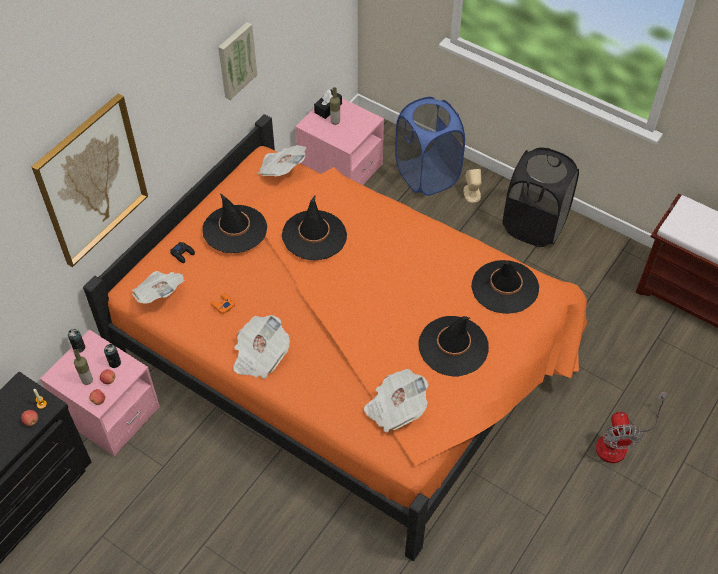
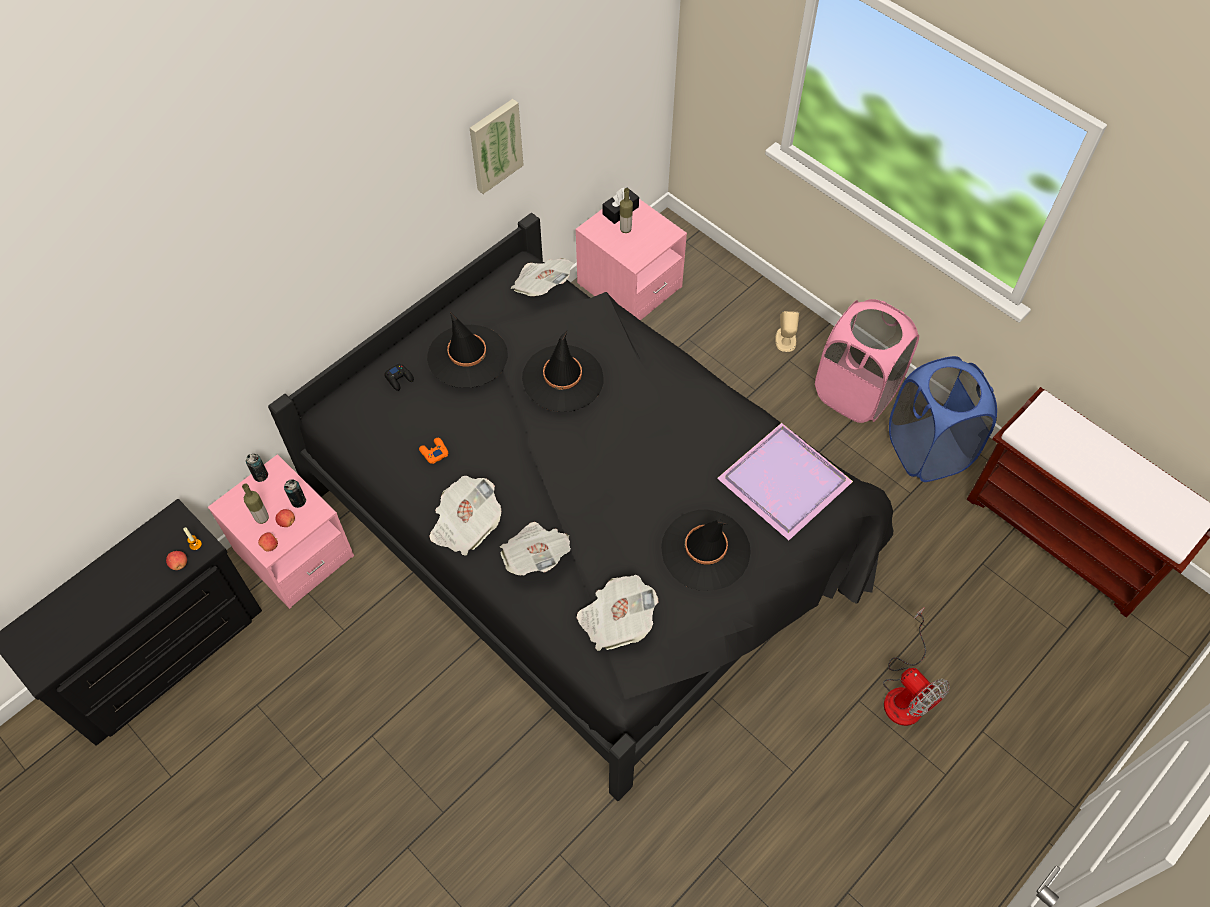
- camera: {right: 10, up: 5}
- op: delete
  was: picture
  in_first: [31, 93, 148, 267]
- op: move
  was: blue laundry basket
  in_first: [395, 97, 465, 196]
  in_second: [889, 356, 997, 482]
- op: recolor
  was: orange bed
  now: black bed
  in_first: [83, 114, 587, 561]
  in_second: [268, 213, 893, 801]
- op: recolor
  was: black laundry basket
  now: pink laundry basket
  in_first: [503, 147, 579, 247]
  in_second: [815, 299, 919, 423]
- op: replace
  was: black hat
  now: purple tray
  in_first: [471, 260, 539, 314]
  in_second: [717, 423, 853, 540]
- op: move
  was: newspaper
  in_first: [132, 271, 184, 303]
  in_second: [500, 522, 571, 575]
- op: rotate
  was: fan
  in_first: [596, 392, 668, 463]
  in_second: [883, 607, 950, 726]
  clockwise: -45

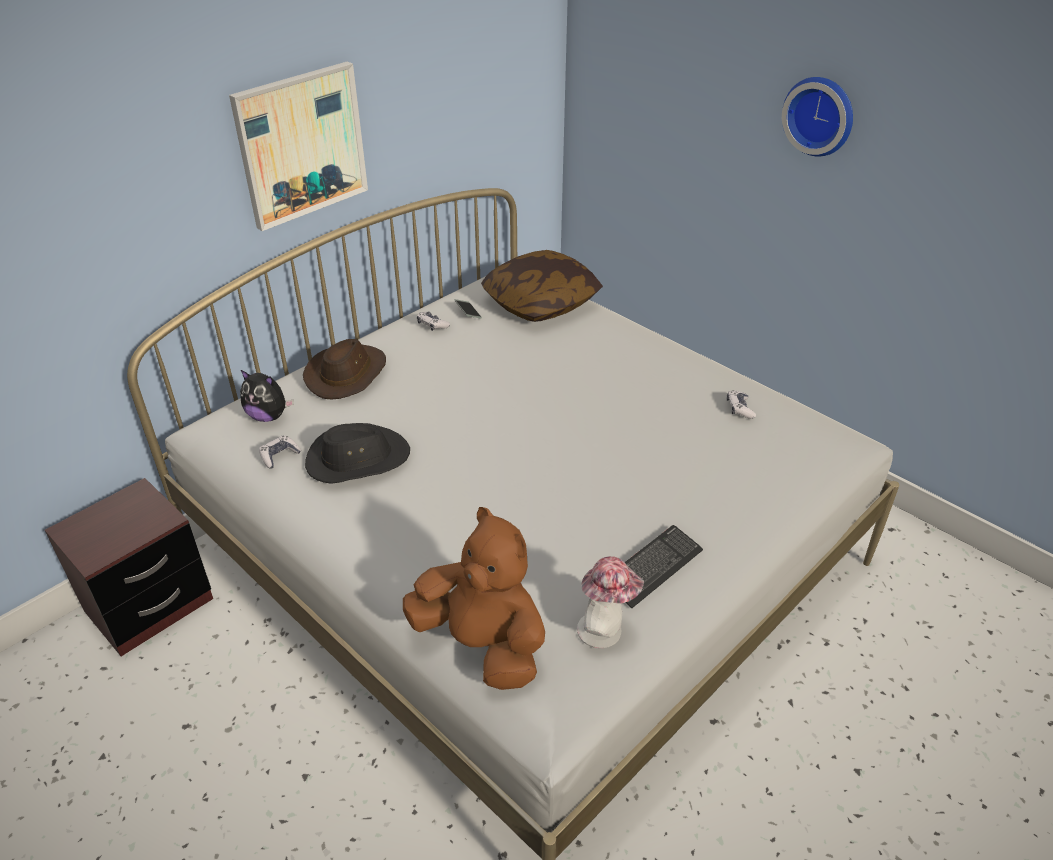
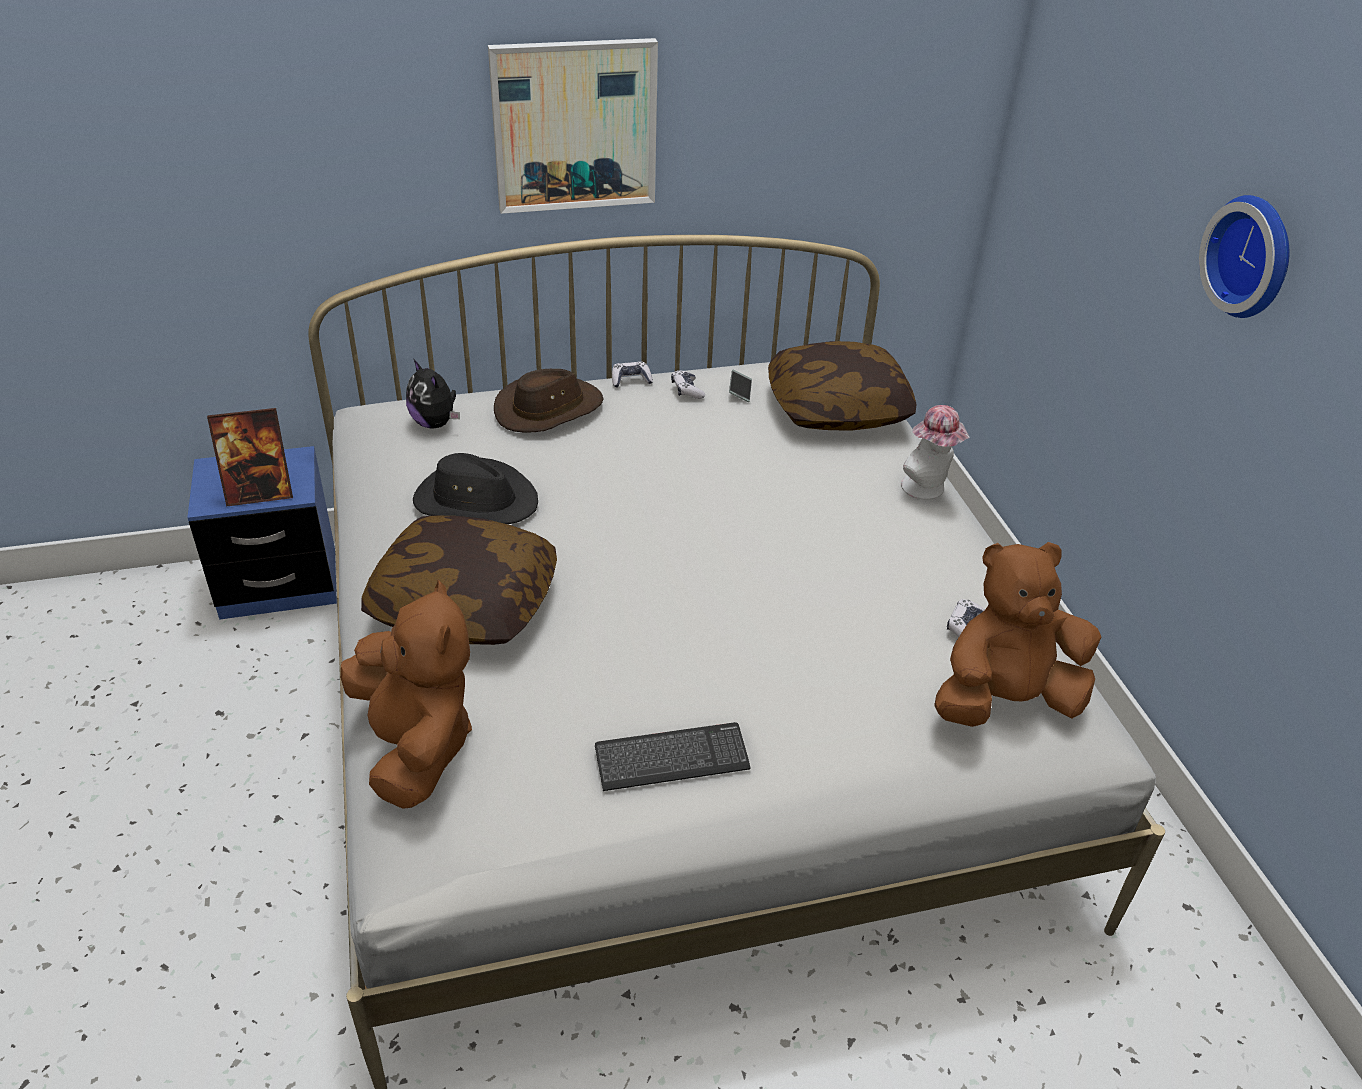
- camera: {right: 30, up: 0}
- op: move
  was: game controller
  in_first: [259, 435, 302, 469]
  in_second: [612, 361, 653, 388]
- op: recolor
  was: brown nightstand
  now: blue nightstand
  in_first: [45, 478, 213, 656]
  in_second: [187, 446, 337, 620]
- op: move
  was: hat
  in_first: [577, 556, 644, 648]
  in_second: [901, 405, 970, 500]
- op: insert
  now: picture frame
  in_second: [207, 408, 293, 507]
- op: insert
  now: pillow
  in_second: [361, 515, 557, 645]
- op: insert
  now: brown plush toy
  in_second: [934, 542, 1101, 727]

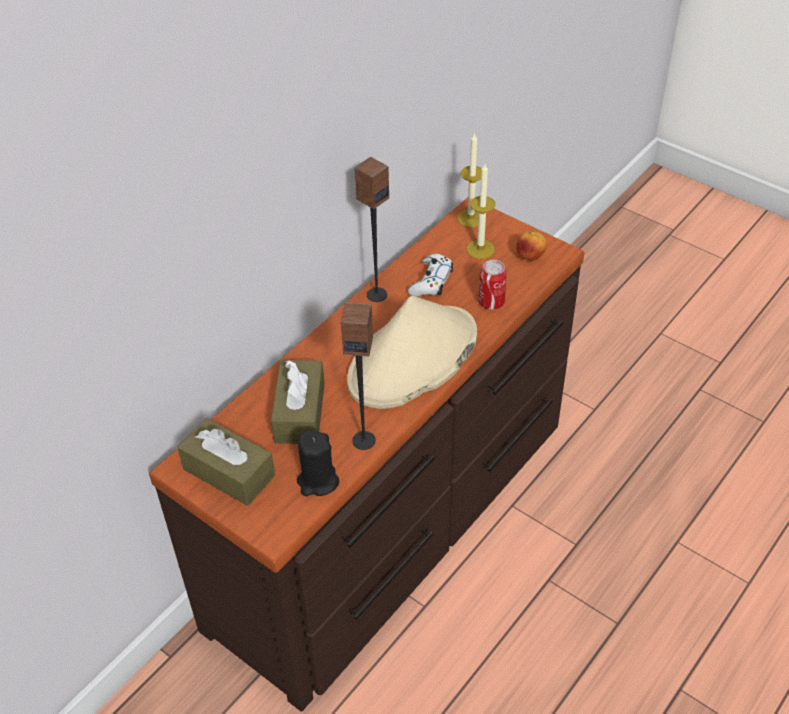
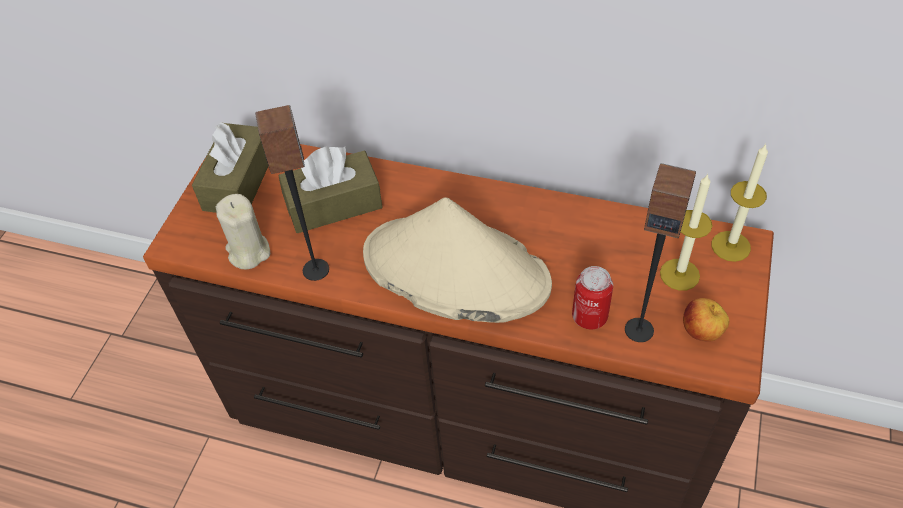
- camera: {right: 70, up: 5}
- op: move
  was: speaker
  in_first: [354, 157, 389, 302]
  in_second: [625, 163, 696, 342]
- op: delete
  was: white game controller
  in_first: [408, 254, 453, 296]
- op: recolor
  was: black candle
  now: beige candle
  in_first: [297, 431, 339, 496]
  in_second: [216, 194, 270, 269]

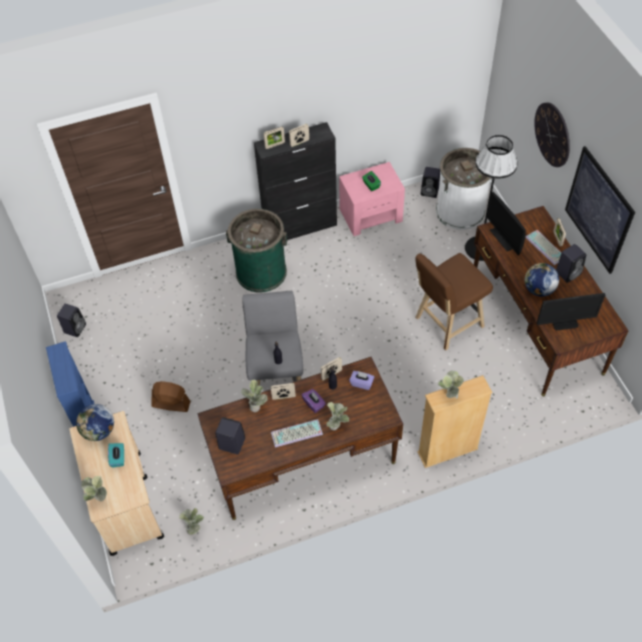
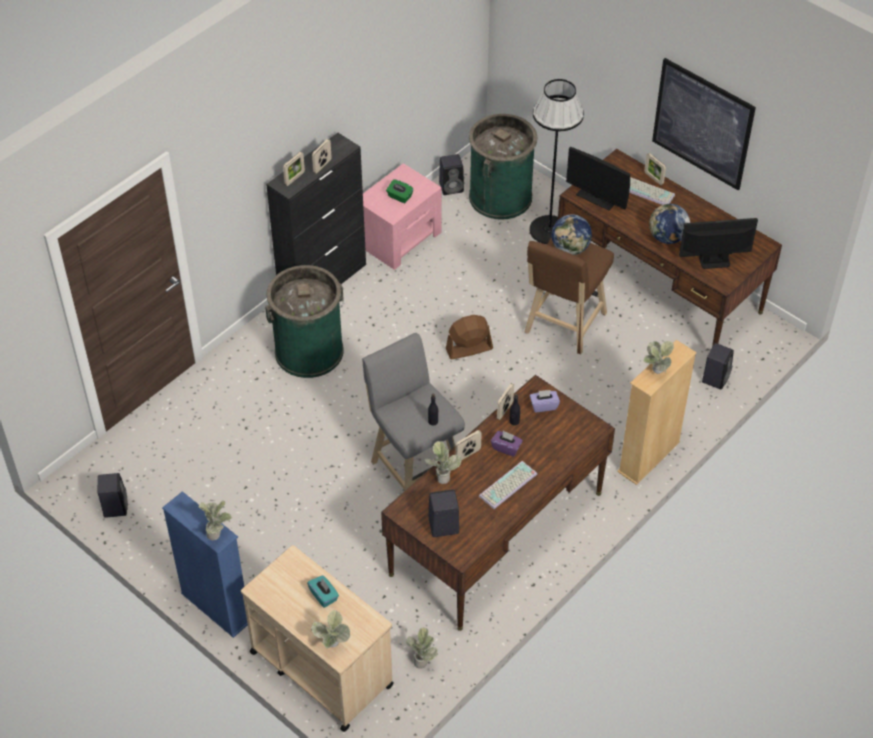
- camera: {right: -30, up: -5}
- op: delete
  was: wall clock
  in_first: [534, 102, 570, 167]
- op: recolor
  was: white trash can
  now: green trash can
  in_first: [436, 148, 491, 230]
  in_second: [469, 114, 537, 220]
- op: move
  was: black speaker
  in_first: [556, 244, 586, 283]
  in_second: [702, 343, 734, 390]
- op: rotate
  was: monitor
  in_first: [537, 293, 605, 330]
  in_second: [679, 218, 758, 269]
  clockwise: -150
- op: move
  was: brown fan
  in_first: [151, 381, 191, 412]
  in_second: [446, 315, 493, 359]
- op: move
  was: potted plant
  in_first: [327, 402, 349, 430]
  in_second: [199, 501, 232, 541]
- op: move
  was: globe
  in_first: [76, 404, 114, 441]
  in_second: [552, 214, 592, 255]

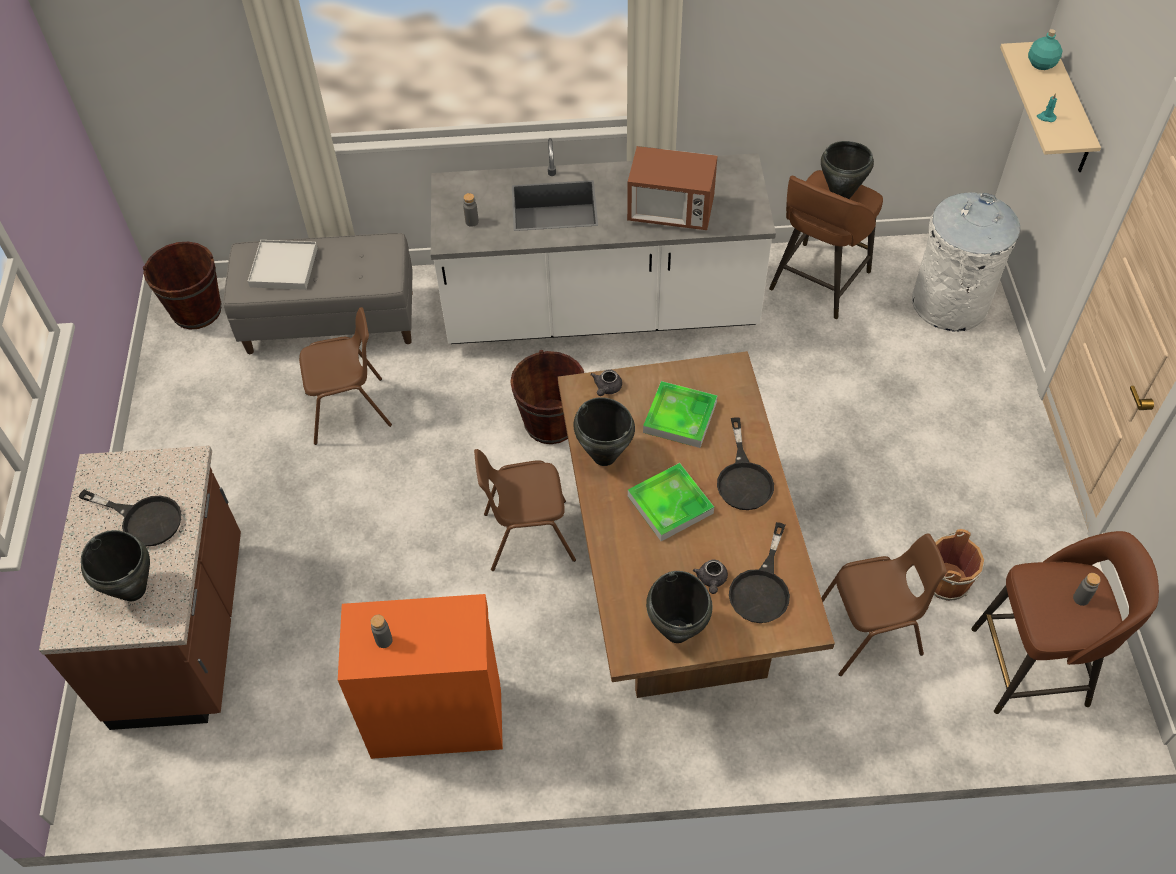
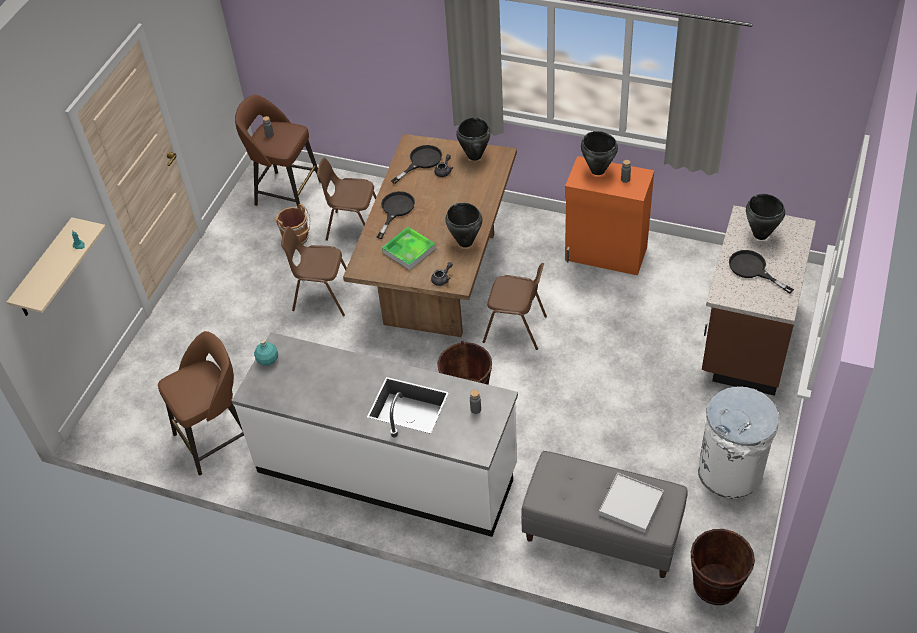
- camera: {right: -155, up: -5}
- op: move
  was: turquoise bottle
  in_first: [1028, 29, 1063, 70]
  in_second: [254, 340, 278, 366]
- op: move
  was: black cooking pot
  in_first: [821, 141, 874, 199]
  in_second: [581, 131, 618, 175]
- op: delete
  was: microwave
  in_first: [627, 146, 717, 230]
- op: move
  was: white trash can
  in_first: [912, 192, 1020, 332]
  in_second: [698, 386, 779, 499]
- op: move
  was: brown chair
  in_first: [299, 307, 392, 445]
  in_second: [281, 226, 347, 316]
- op: delete
  was: tray
  in_first: [628, 463, 714, 541]

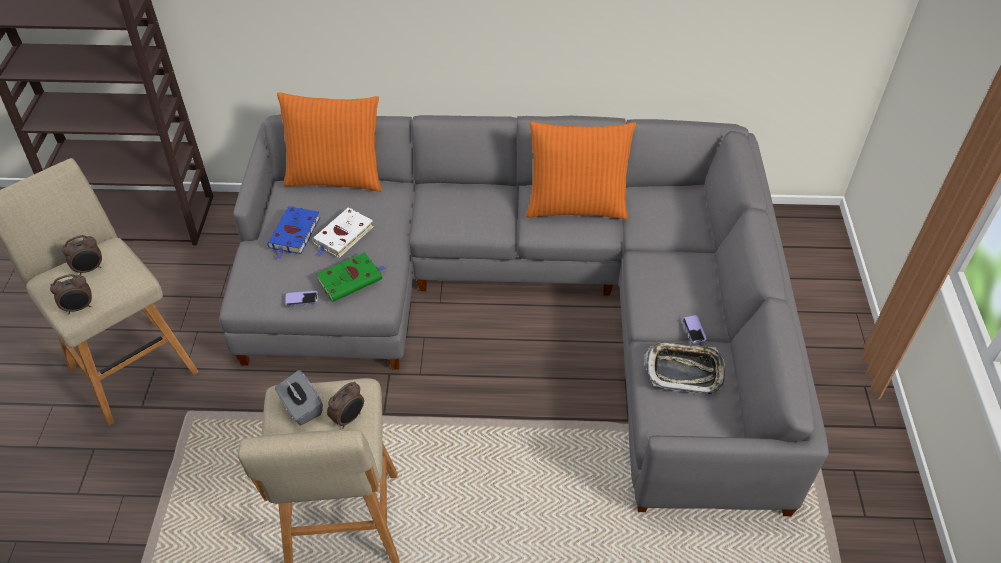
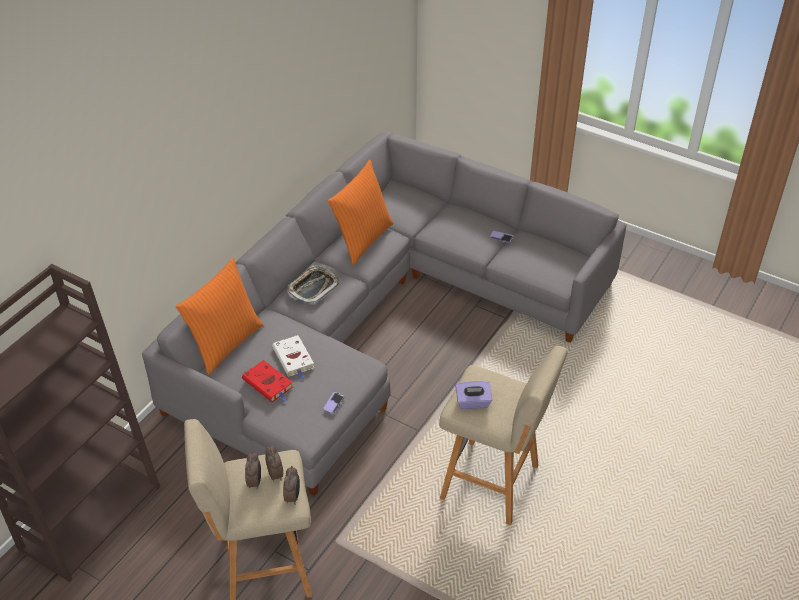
- camera: {right: -60, up: -5}
- op: recolor
  was: blue book
  now: red book
  in_first: [267, 206, 320, 259]
  in_second: [242, 360, 293, 402]
- op: delete
  was: green book
  in_first: [316, 252, 386, 302]
- op: move
  was: tray
  in_first: [644, 342, 726, 394]
  in_second: [287, 265, 340, 304]
- op: recolor
  was: grey tissue box
  now: purple tissue box
  in_first: [275, 370, 323, 425]
  in_second: [455, 381, 492, 409]
- op: move
  was: alarm clock
  in_first: [327, 382, 364, 429]
  in_second: [265, 444, 283, 482]

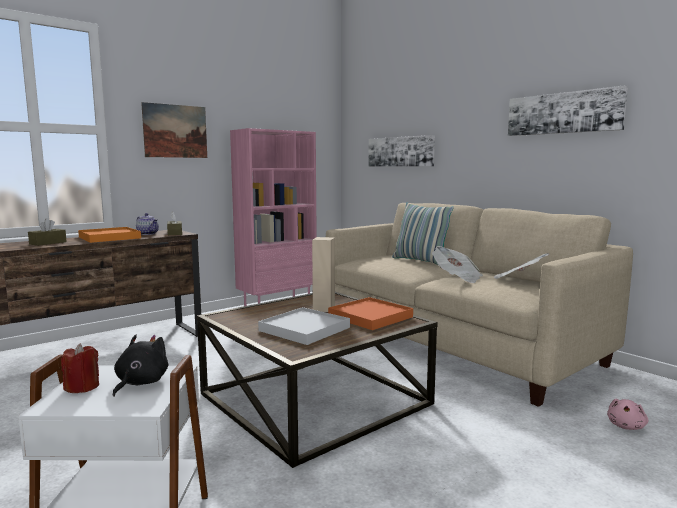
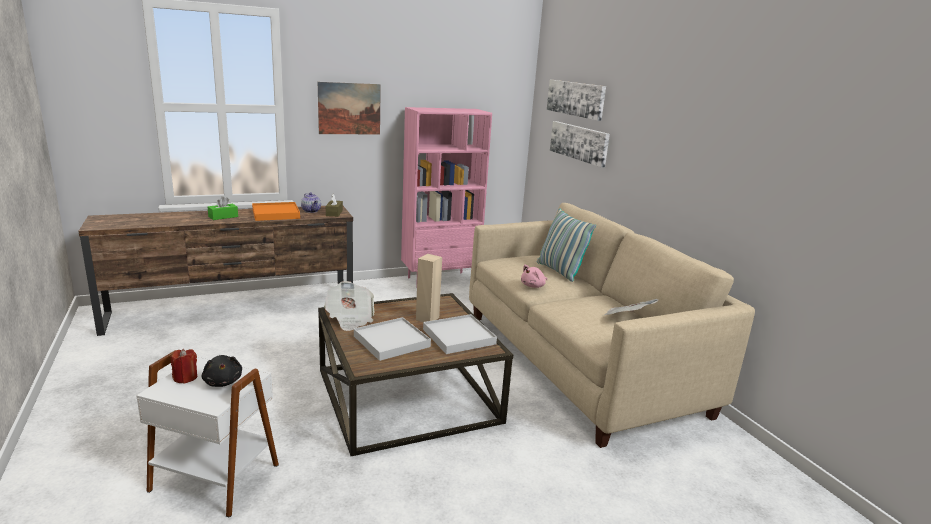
- camera: {right: 15, up: 10}
- op: move
  was: picture
  in_first: [508, 85, 628, 136]
  in_second: [547, 80, 606, 121]
- op: recolor
  was: brown tissue box
  now: green tissue box
  in_first: [28, 218, 67, 246]
  in_second: [208, 196, 238, 220]
- op: move
  was: newspaper
  in_first: [432, 246, 483, 283]
  in_second: [324, 281, 374, 331]
- op: recolor
  was: orange tray
  now: white tray
  in_first: [328, 297, 413, 330]
  in_second: [423, 314, 497, 354]
- op: rotate
  was: black plush toy
  in_first: [113, 335, 169, 397]
  in_second: [201, 355, 242, 387]
  clockwise: 120
- op: move
  was: pink plush toy
  in_first: [607, 398, 648, 430]
  in_second: [521, 265, 548, 288]

